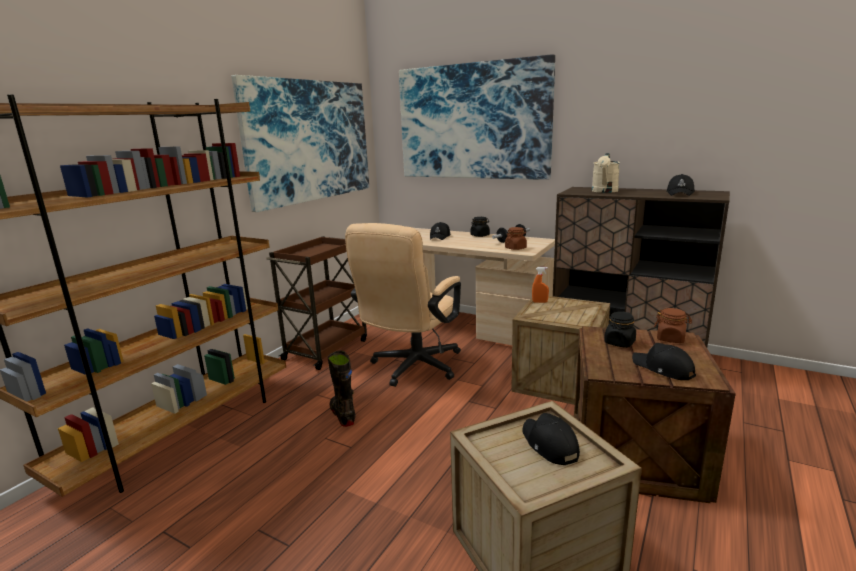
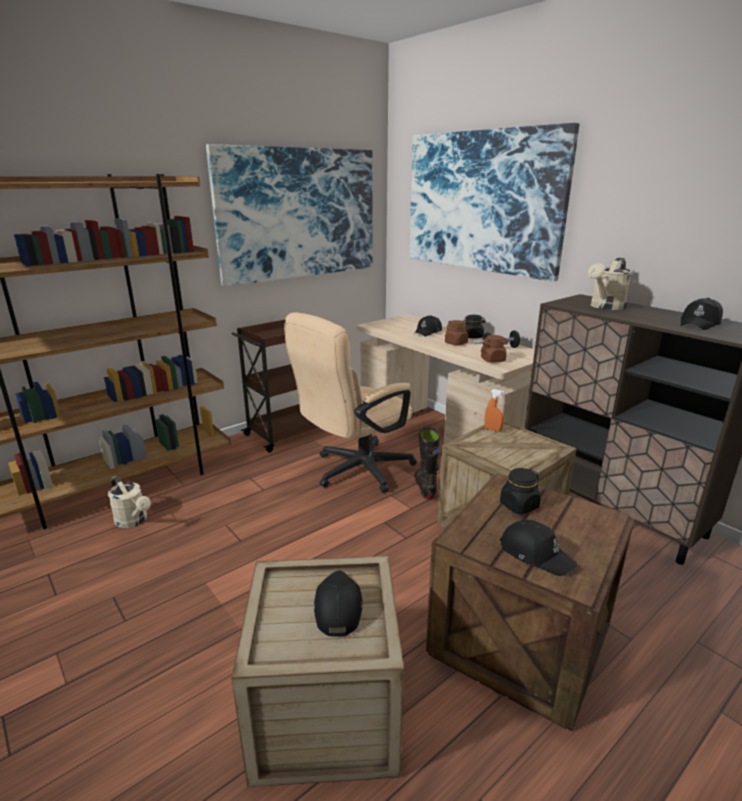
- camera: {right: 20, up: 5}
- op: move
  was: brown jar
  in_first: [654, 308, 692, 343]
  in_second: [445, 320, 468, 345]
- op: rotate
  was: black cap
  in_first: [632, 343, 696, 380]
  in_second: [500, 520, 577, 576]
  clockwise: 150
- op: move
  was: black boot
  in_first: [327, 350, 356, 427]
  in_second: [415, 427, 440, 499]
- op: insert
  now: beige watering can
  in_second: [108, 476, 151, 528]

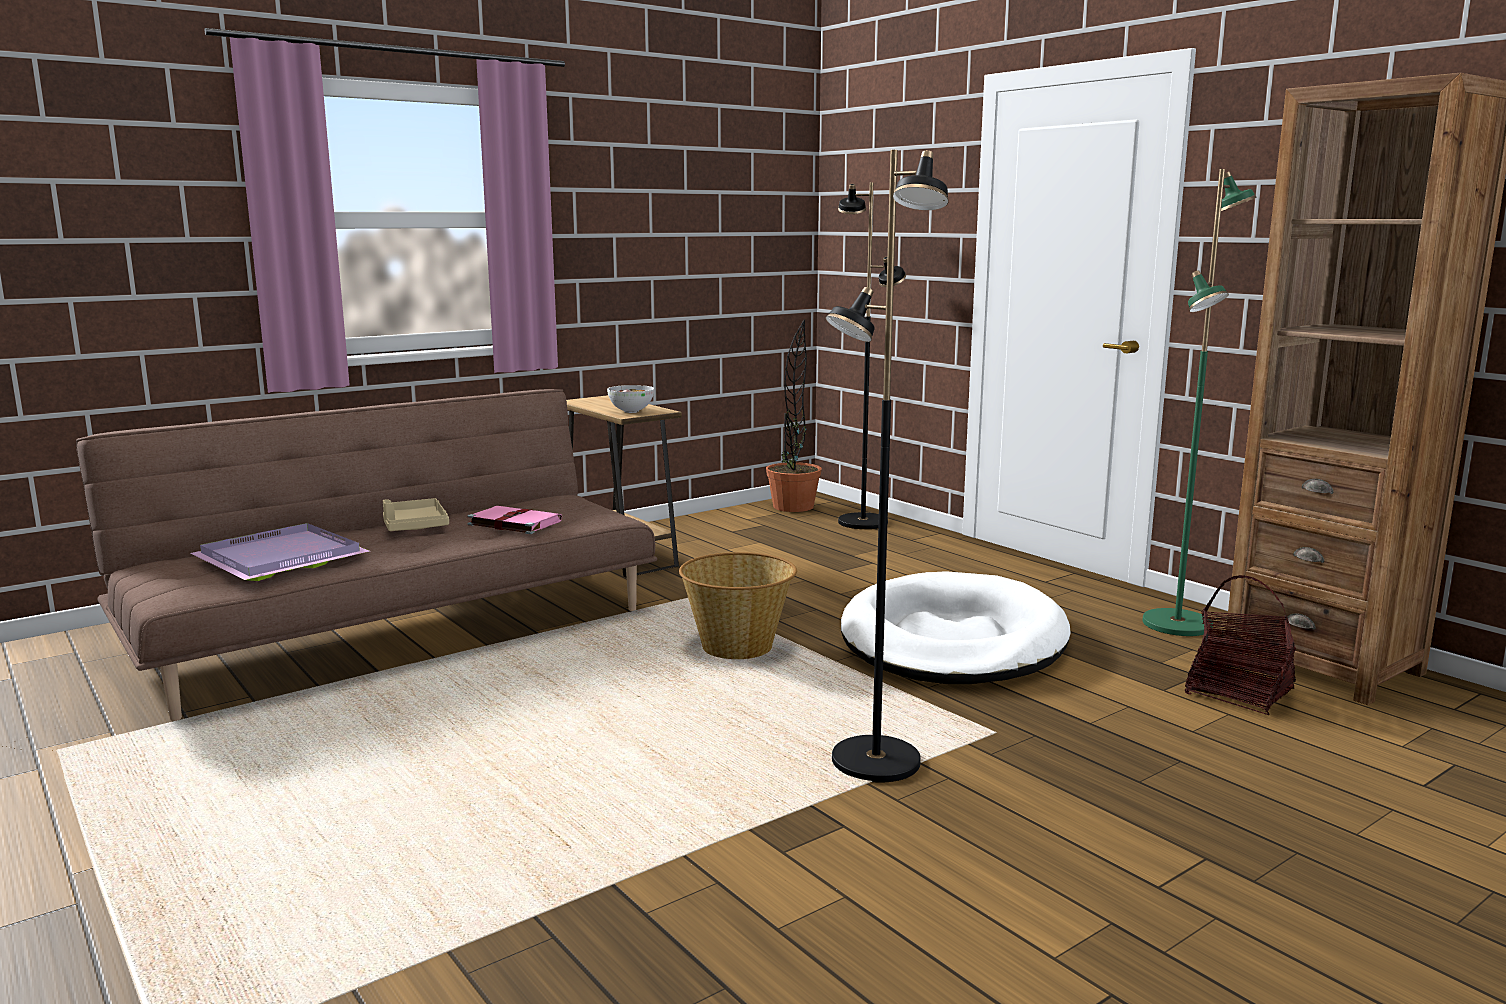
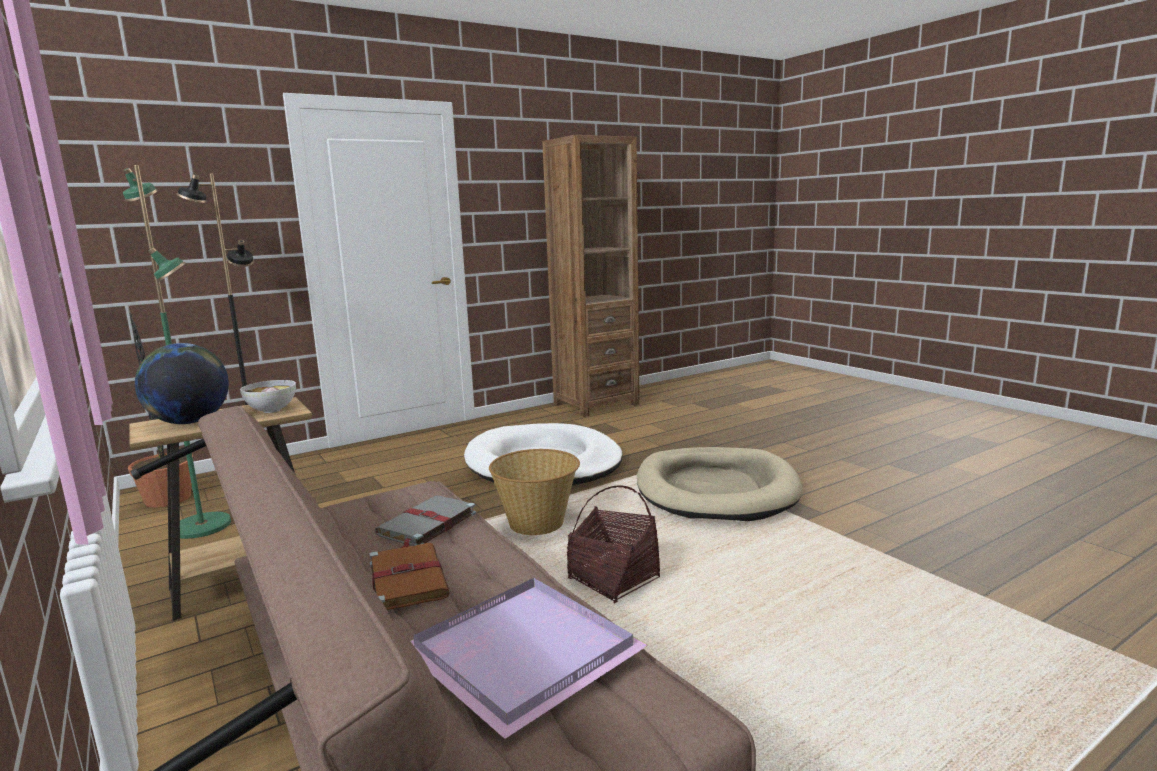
- camera: {right: -85, up: 0}
- op: replace
  was: black floor lamp
  now: beige dog bed
  in_first: [826, 150, 948, 783]
  in_second: [637, 447, 803, 521]
- op: move
  was: green floor lamp
  in_first: [1142, 169, 1256, 636]
  in_second: [123, 165, 231, 539]
- op: replace
  was: beige tray
  now: brown book
  in_first: [383, 498, 449, 531]
  in_second: [369, 543, 450, 610]
- op: recolor
  was: pink book
  now: grey book
  in_first: [467, 506, 562, 534]
  in_second: [375, 495, 476, 548]
- op: move
  was: basket
  in_first: [1185, 575, 1296, 715]
  in_second: [567, 485, 660, 603]
- op: insert
  now: globe
  in_second: [135, 343, 229, 424]

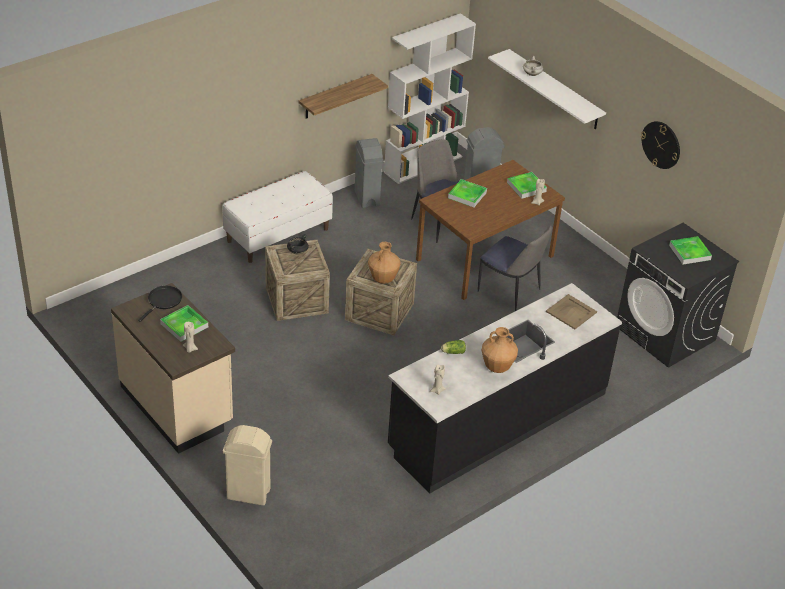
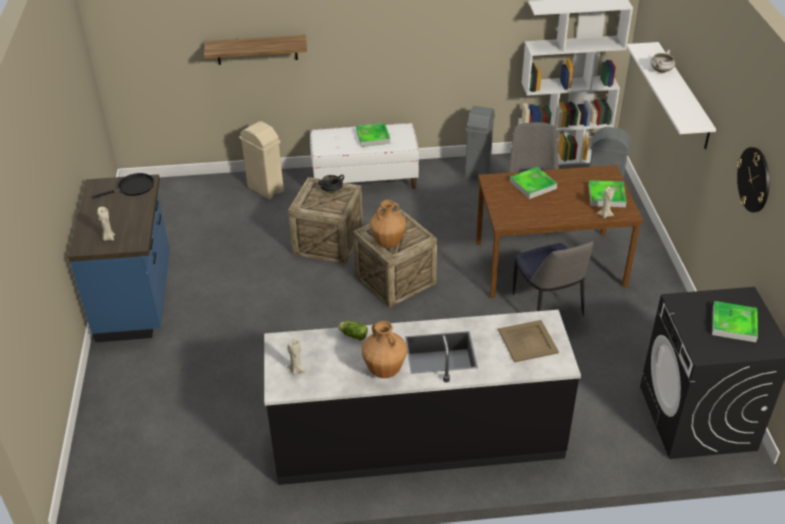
- camera: {right: 35, up: 0}
- op: move
  was: shelf
  in_first: [299, 74, 388, 119]
  in_second: [204, 35, 307, 65]
- op: recolor
  was: beige counter
  now: blue counter
  in_first: [111, 283, 235, 454]
  in_second: [68, 174, 170, 343]
- op: move
  was: tray
  in_first: [160, 305, 208, 342]
  in_second: [356, 123, 390, 147]
- op: move
  was: beige trash can
  in_first: [223, 425, 272, 506]
  in_second: [239, 121, 284, 199]

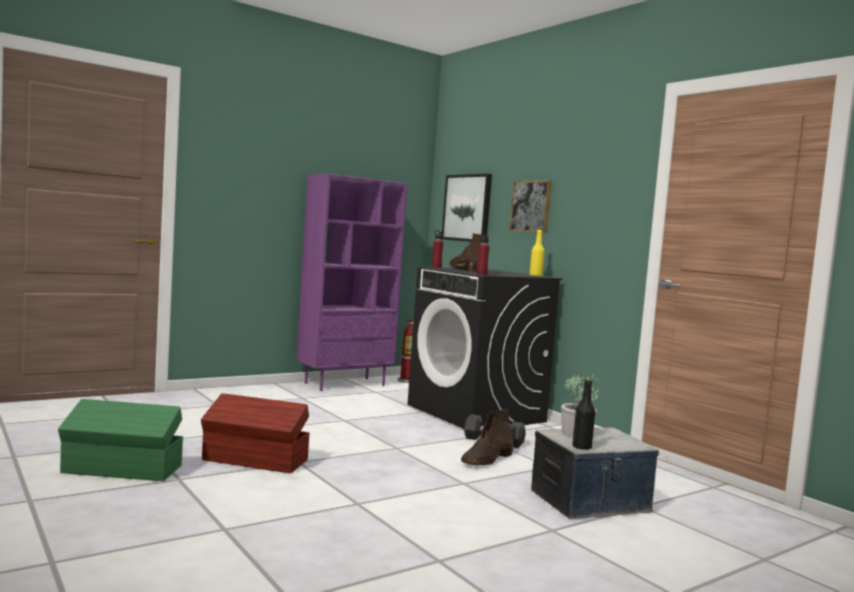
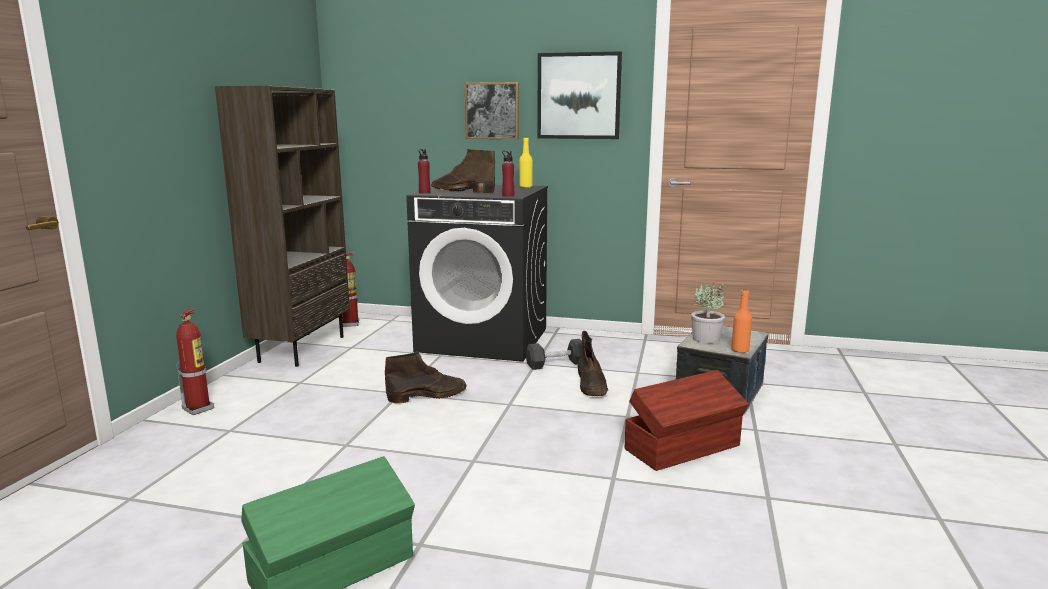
- camera: {right: -40, up: 10}
- op: recolor
  was: purple bookcase
  now: brown bookcase
  in_first: [297, 173, 408, 391]
  in_second: [215, 86, 350, 367]
- op: move
  was: picture
  in_first: [442, 174, 492, 242]
  in_second: [537, 52, 622, 139]
- op: recolor
  was: black bottle
  now: orange bottle
  in_first: [572, 379, 595, 450]
  in_second: [731, 290, 752, 353]
- op: move
  was: brown storage box
  in_first: [201, 393, 309, 473]
  in_second: [625, 370, 749, 471]
- op: insert
  now: fire extinguisher
  in_second: [176, 308, 214, 415]
- op: insert
  now: brown boot
  in_second: [385, 351, 467, 403]

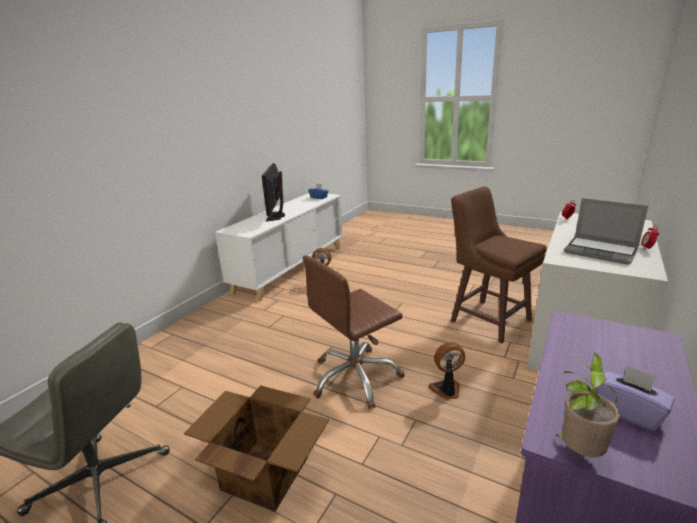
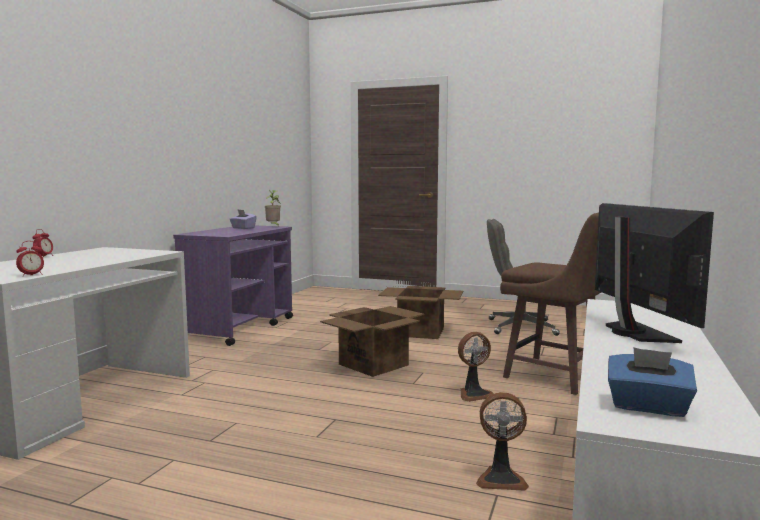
- camera: {right: 170, up: -15}
- op: move
  was: brown stool
  in_first: [451, 186, 547, 343]
  in_second: [500, 213, 601, 395]
- op: delete
  was: laptop
  in_first: [564, 198, 648, 265]
- op: replace
  was: brown office chair
  now: cardboard box
  in_first: [303, 255, 405, 409]
  in_second: [320, 306, 425, 377]
- op: move
  was: fan
  in_first: [428, 342, 465, 400]
  in_second: [458, 332, 494, 402]

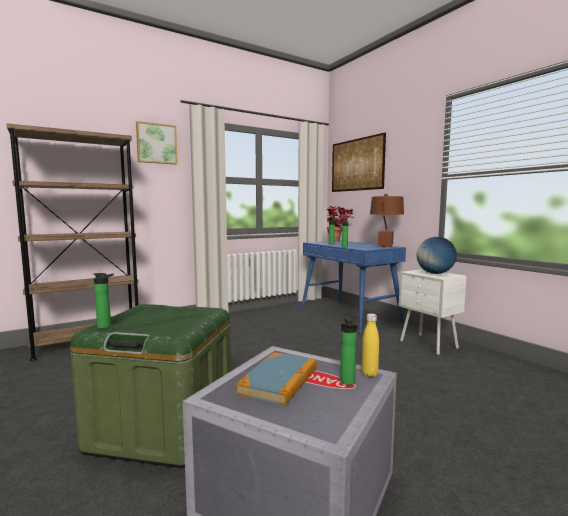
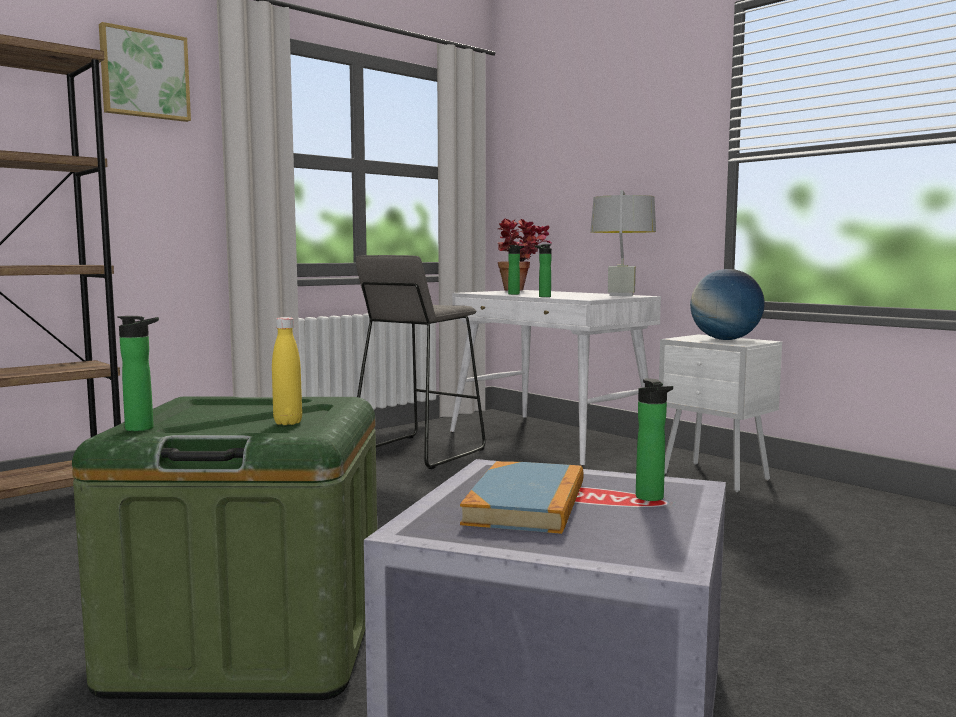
- camera: {right: -10, up: 0}
- op: delete
  was: picture
  in_first: [332, 132, 386, 192]
- op: recolor
  was: brown table lamp
  now: grey table lamp
  in_first: [370, 194, 404, 247]
  in_second: [590, 190, 656, 296]
- op: recolor
  was: blue desk
  now: white desk
  in_first: [301, 240, 406, 334]
  in_second: [450, 290, 661, 466]
- op: move
  was: yellow bottle
  in_first: [361, 314, 379, 377]
  in_second: [272, 317, 302, 425]
- op: insert
  now: grey stool
  in_second: [356, 255, 486, 469]

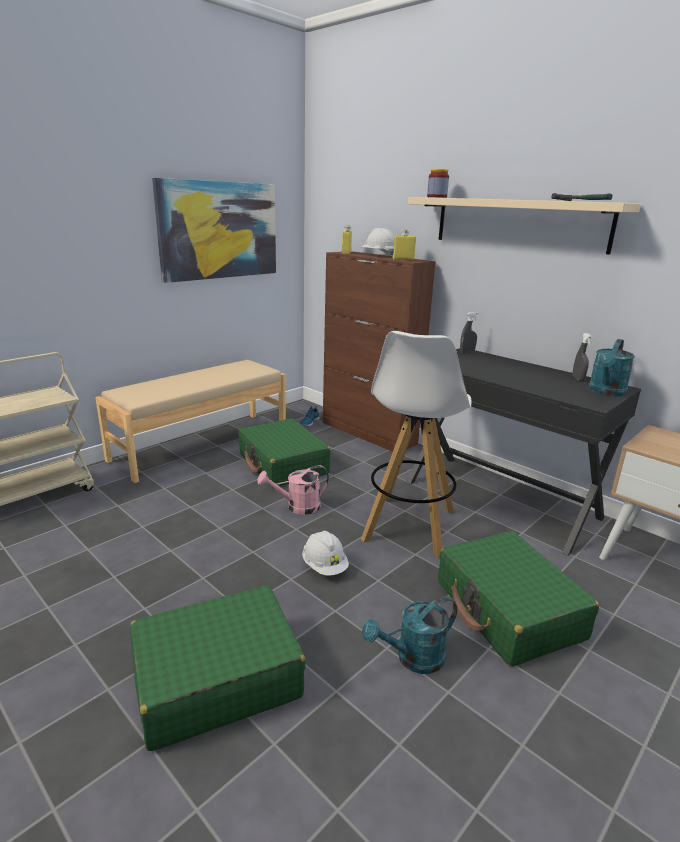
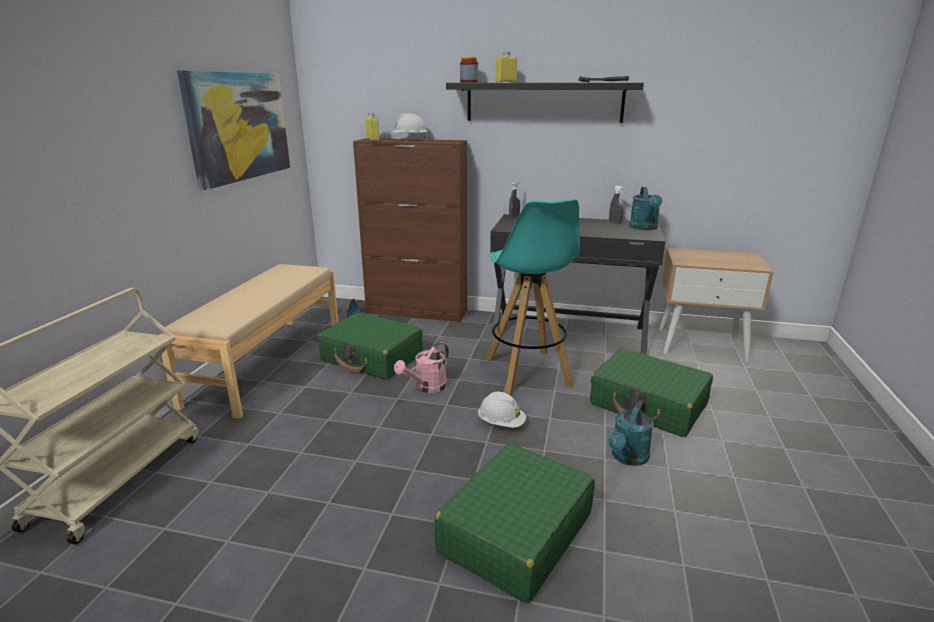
- camera: {right: -30, up: 0}
- op: recolor
  was: beige shelf
  now: black shelf
  in_first: [408, 197, 641, 255]
  in_second: [446, 83, 644, 123]
- op: move
  was: yellow bottle
  in_first: [393, 229, 416, 260]
  in_second: [495, 51, 517, 82]
- op: recolor
  was: white stool
  now: turquoise stool
  in_first: [361, 331, 471, 558]
  in_second: [486, 198, 580, 395]

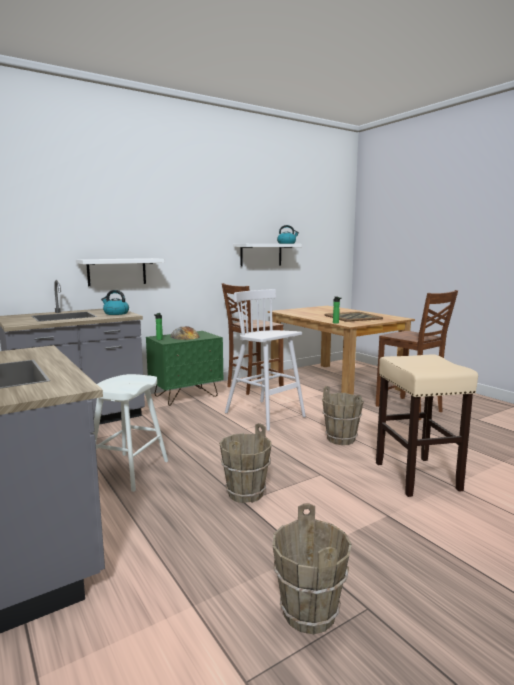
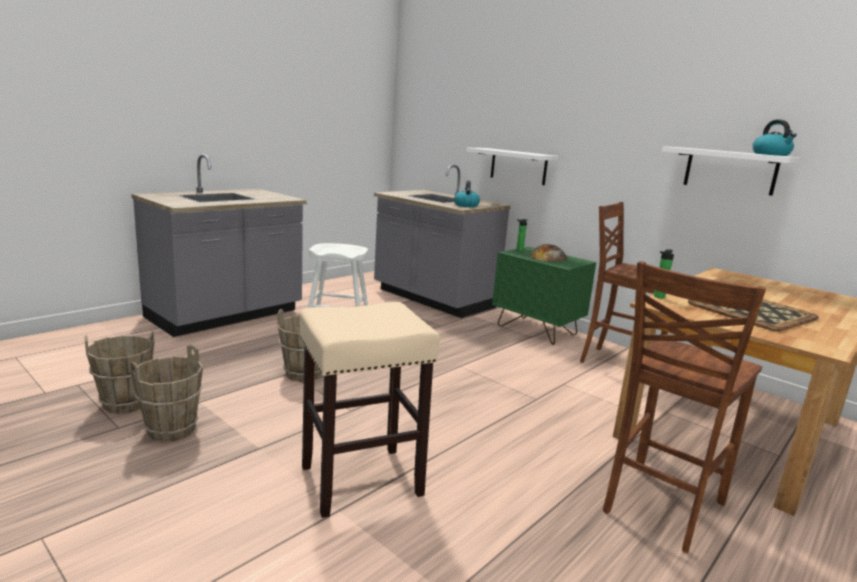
- camera: {right: 75, up: 5}
- op: delete
  was: white stool
  in_first: [225, 289, 306, 431]
- op: move
  was: brown bucket
  in_first: [322, 386, 364, 445]
  in_second: [130, 344, 203, 442]

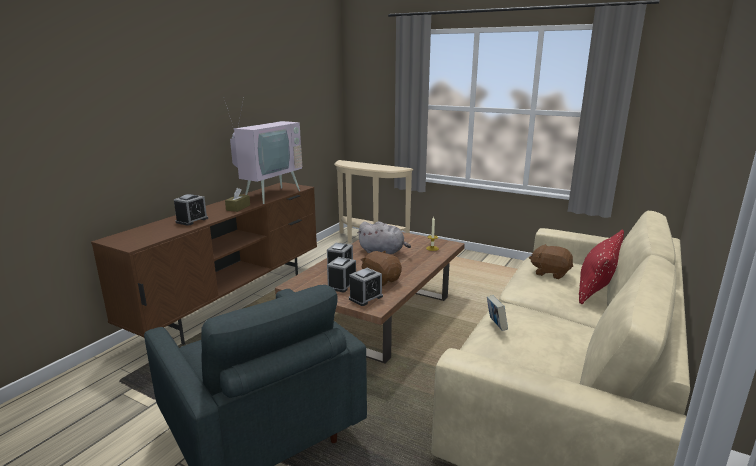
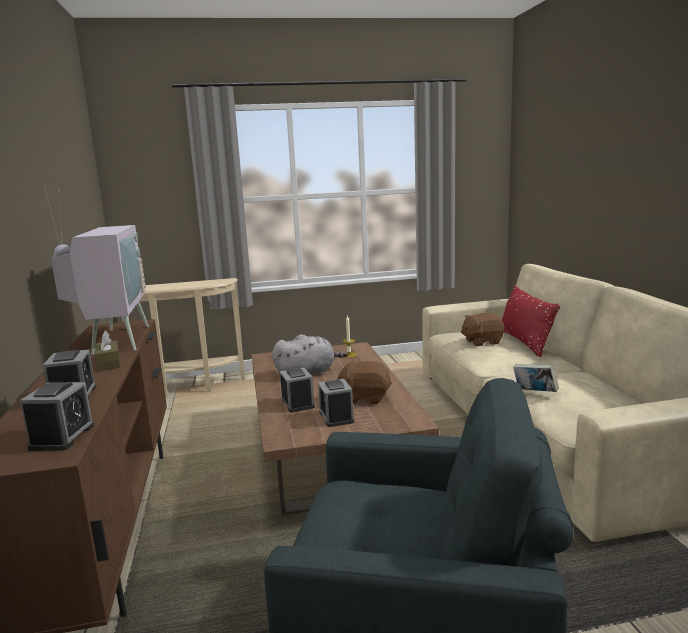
- camera: {right: -40, up: -5}
- op: move
  was: alarm clock
  in_first: [349, 268, 383, 306]
  in_second: [20, 382, 94, 451]

